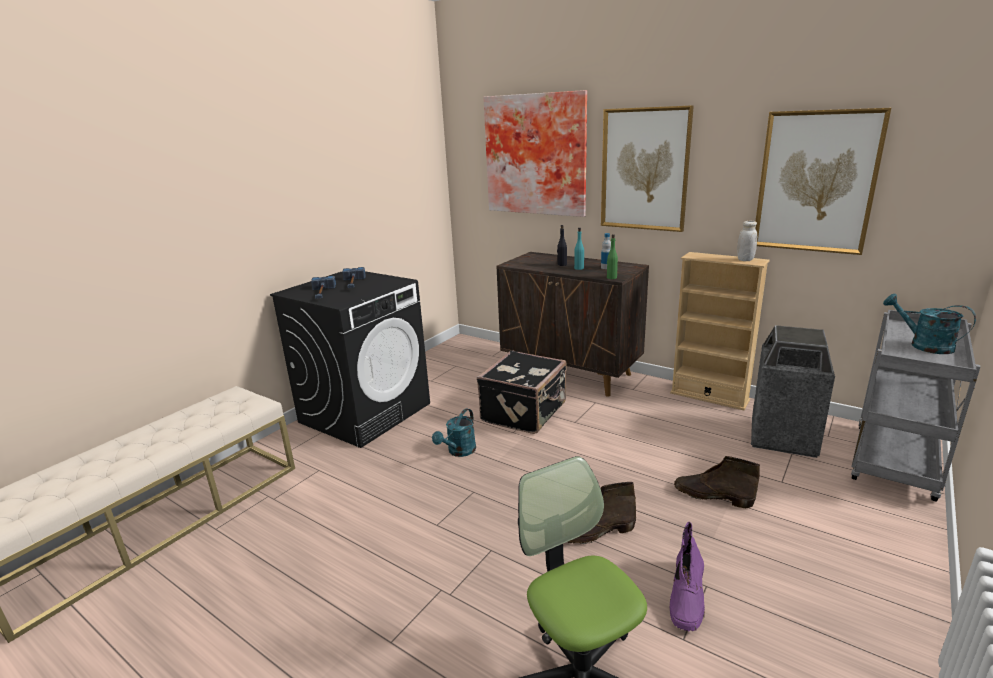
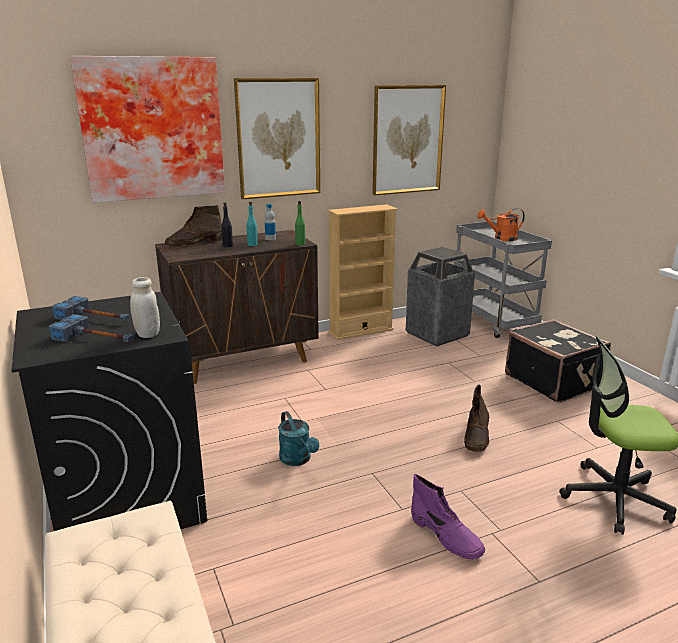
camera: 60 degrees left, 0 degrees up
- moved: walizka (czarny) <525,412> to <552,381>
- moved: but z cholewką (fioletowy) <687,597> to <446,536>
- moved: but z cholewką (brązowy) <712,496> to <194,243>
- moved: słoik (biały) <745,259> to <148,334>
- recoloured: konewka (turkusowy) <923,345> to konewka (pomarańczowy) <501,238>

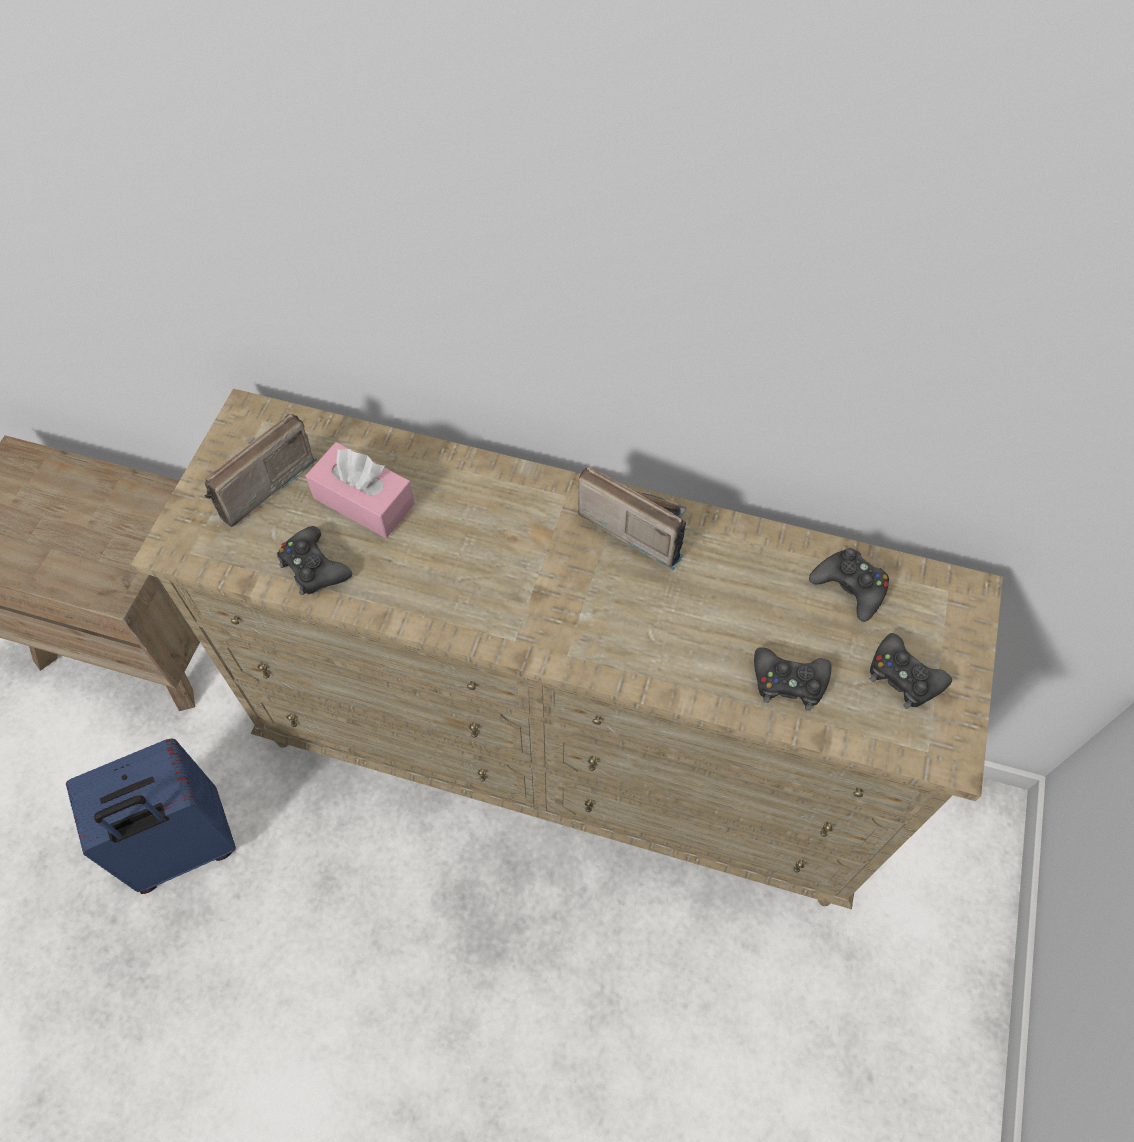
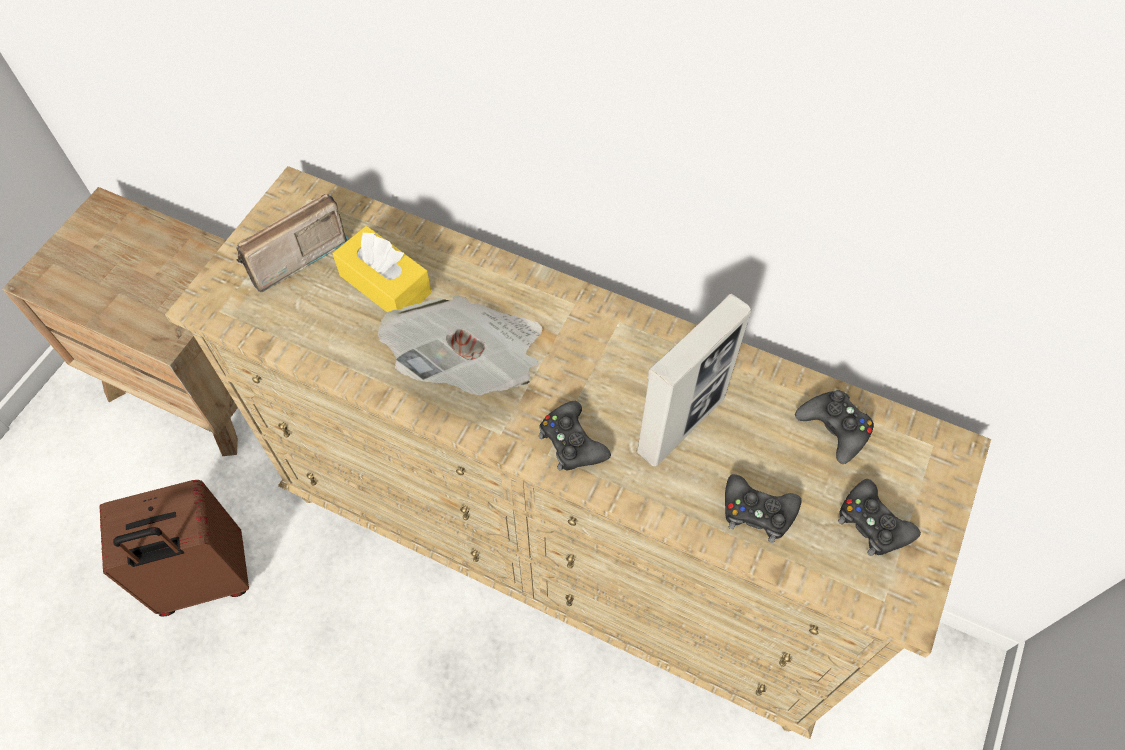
camera: 10 degrees right, 0 degrees up
- recoloured: walizka (niebieski) <183,848> to walizka (brązowy) <205,581>
- moved: pad do gier (czarny) <313,567> to <571,442>
- recoloured: pudełko chusteczek (różowy) <364,501> to pudełko chusteczek (żółty) <385,284>
- removed: radio <634,523>
- added: gazeta <472,363>
- added: ramka na zdjęcie <681,425>

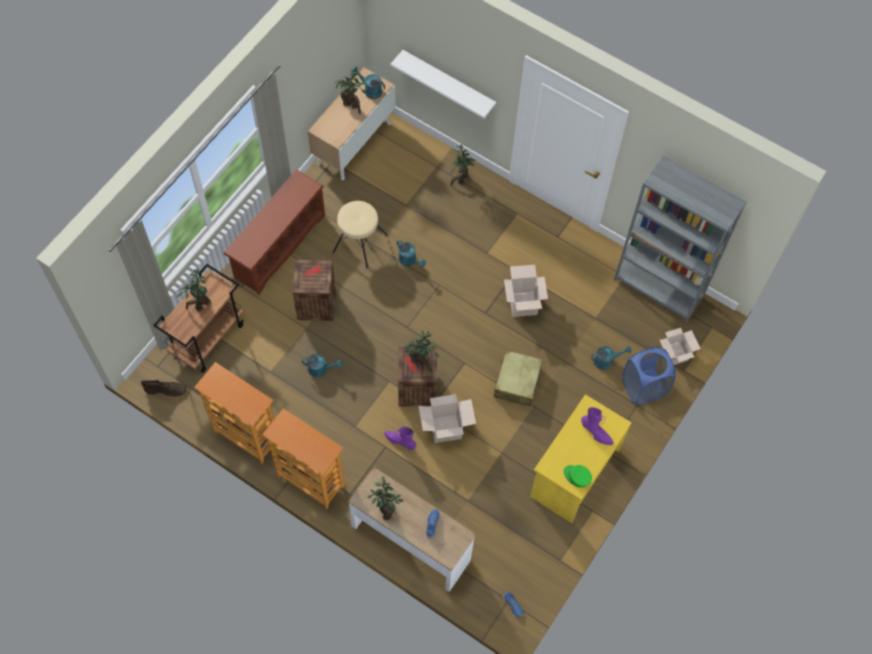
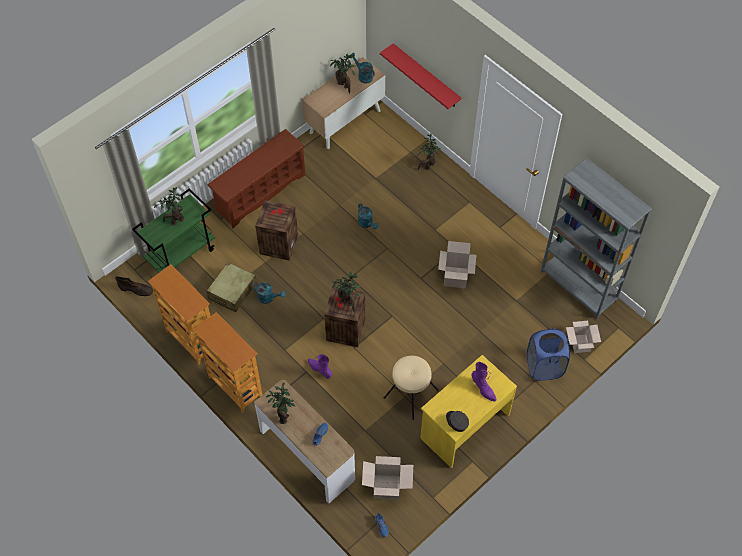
camera: 15 degrees right, 5 degrees down
- recoloured: wózek (brązowy) <207,338> to wózek (zielony) <181,254>
- moved: stołek (beżowy) <359,243> to <410,394>
- recoloured: półka (biały) <448,82> to półka (czerwony) <426,76>
- moved: karton <445,429> to <386,487>
- moved: walizka (beżowy) <517,382> to <232,291>
- recoloured: czapka z daszkiem (zielony) <577,477> to czapka z daszkiem (szary) <457,422>
- removed: konewka (turkusowy) <606,360>

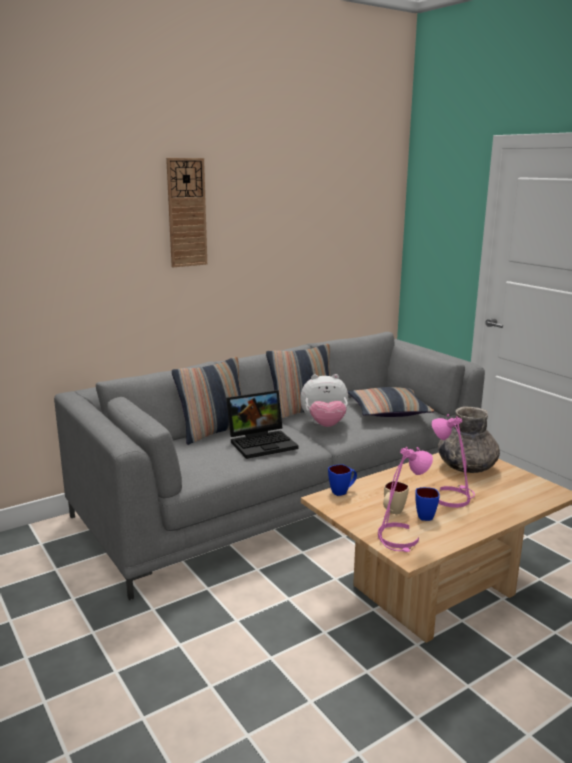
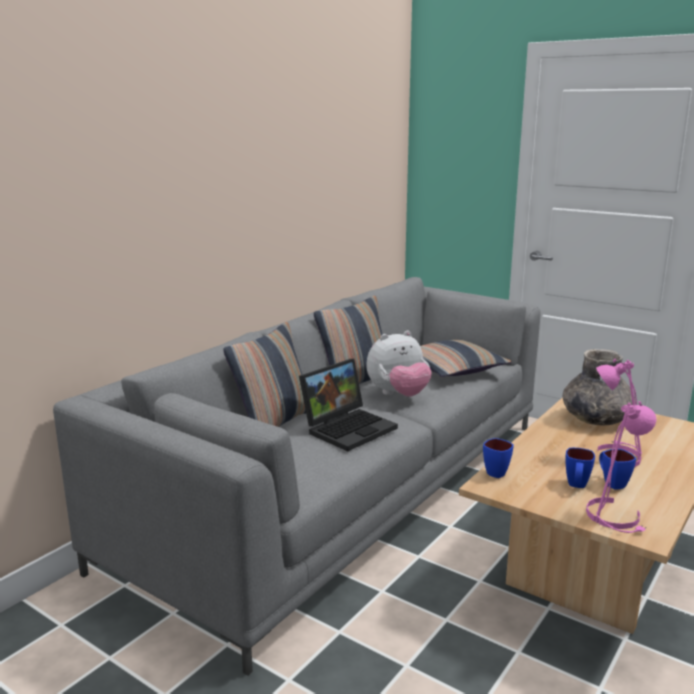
camera: 20 degrees left, 0 degrees up
- removed: zegar ścienny <186,213>
- recoloured: kubek (beżowy) <392,512> to kubek (niebieski) <576,486>

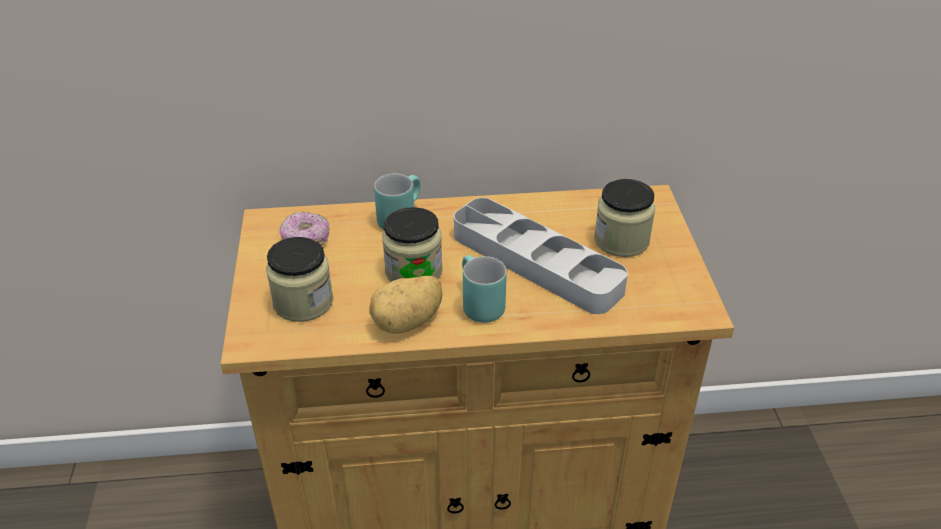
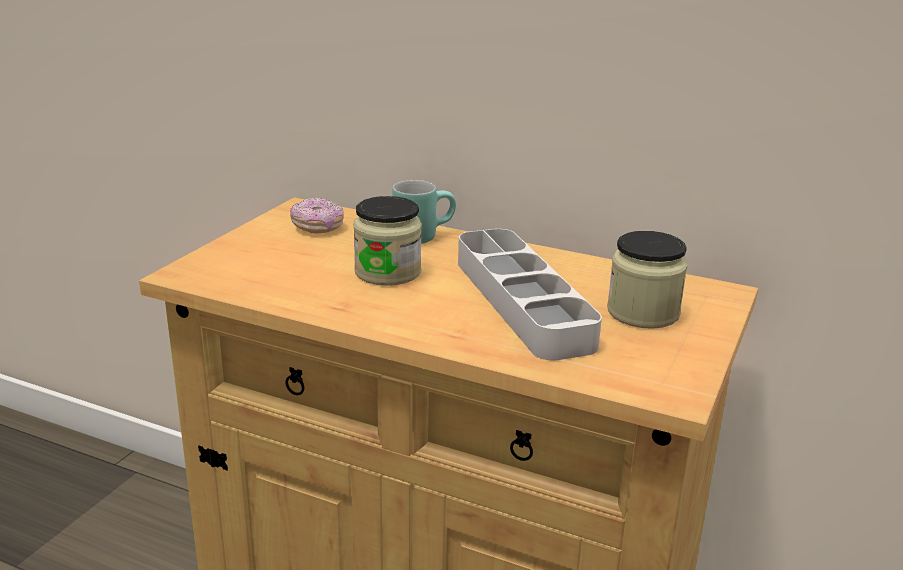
camera: 30 degrees right, 15 degrees down
- removed: słoik <303,302>
- removed: ziemniak <408,322>
- removed: kubek (turkusowy) <476,305>

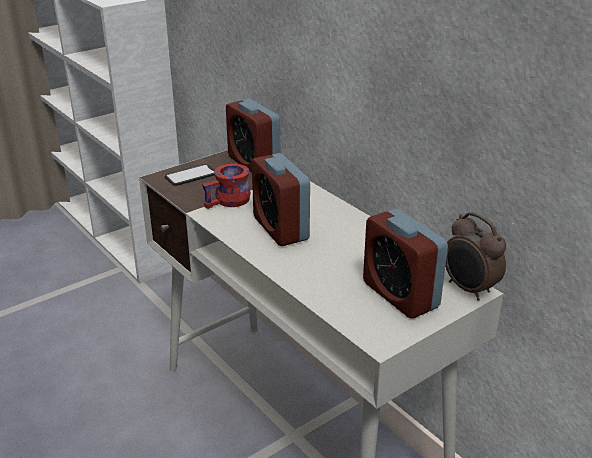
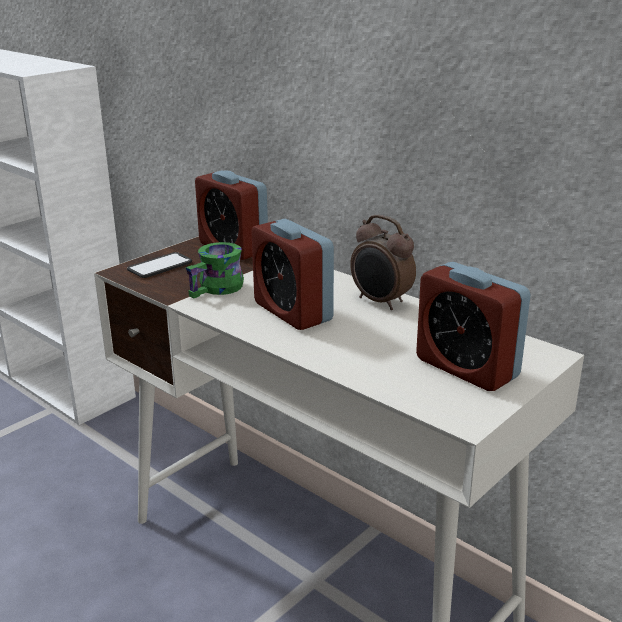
camera: 10 degrees left, 5 degrees down
- recoloured: kubek (czerwony) <229,202> to kubek (zielony) <218,289>
- moved: budzik <468,289> to <380,302>

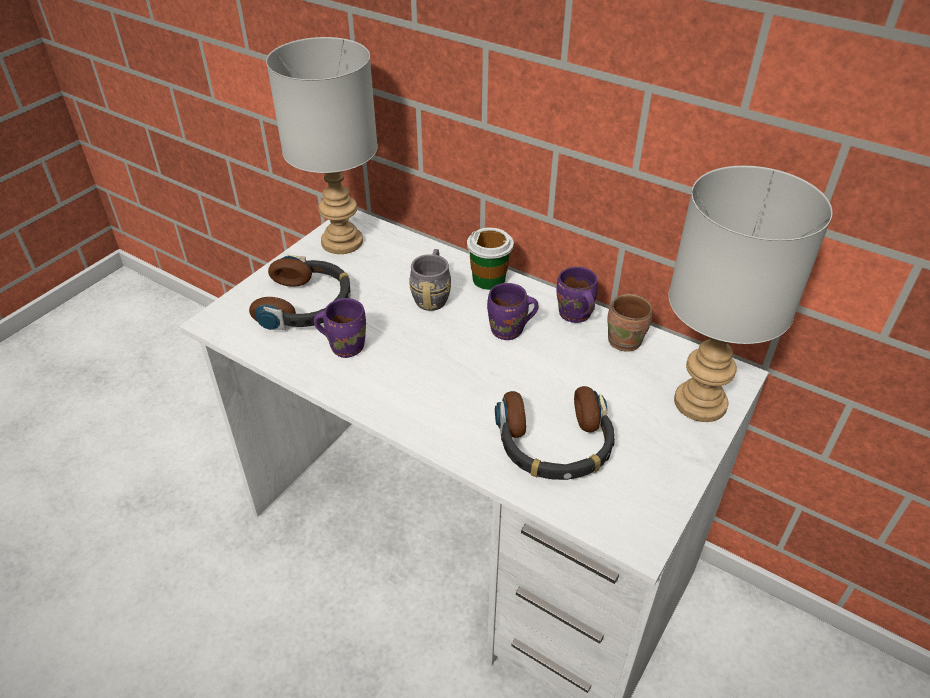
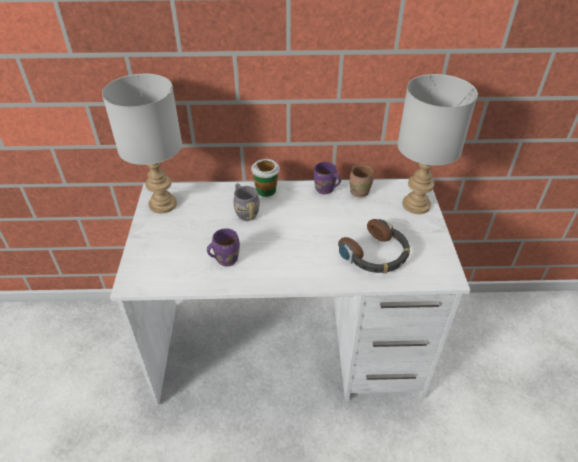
camera: 35 degrees left, 0 degrees up
- removed: słuchawki <306,304>
- removed: kubek (fioletowy) <509,331>

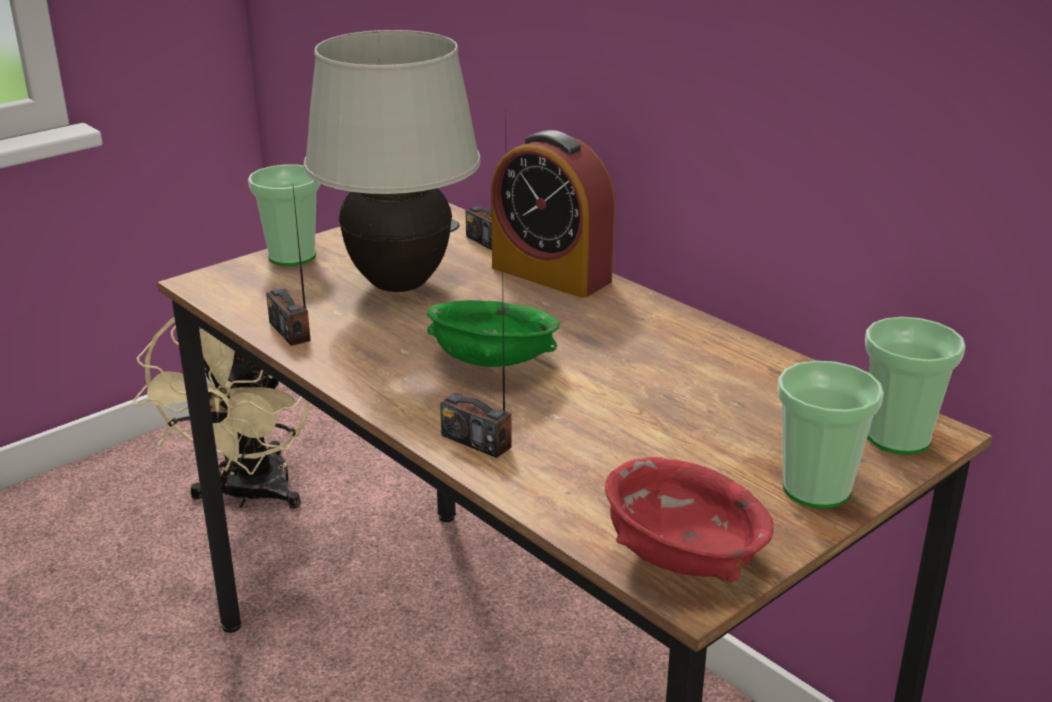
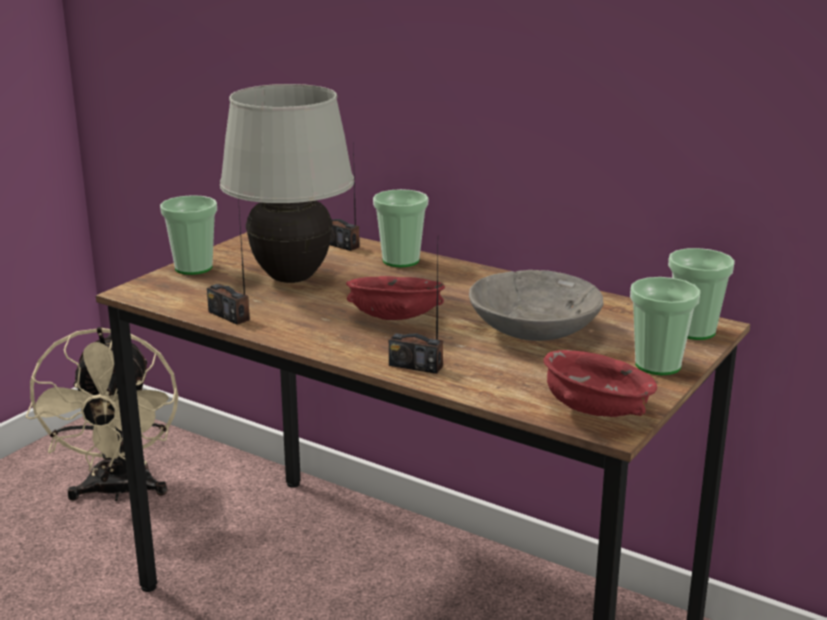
camera: 15 degrees left, 5 degrees down
- recoloured: miska (zielony) <493,363> to miska (czerwony) <396,319>
- replaced: budzik <551,274> to filiżanka <401,261>
- added: miska (szary) <534,331>

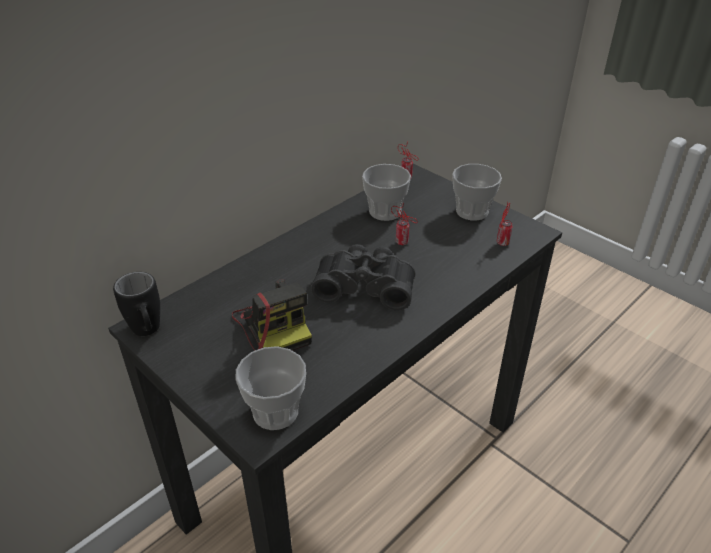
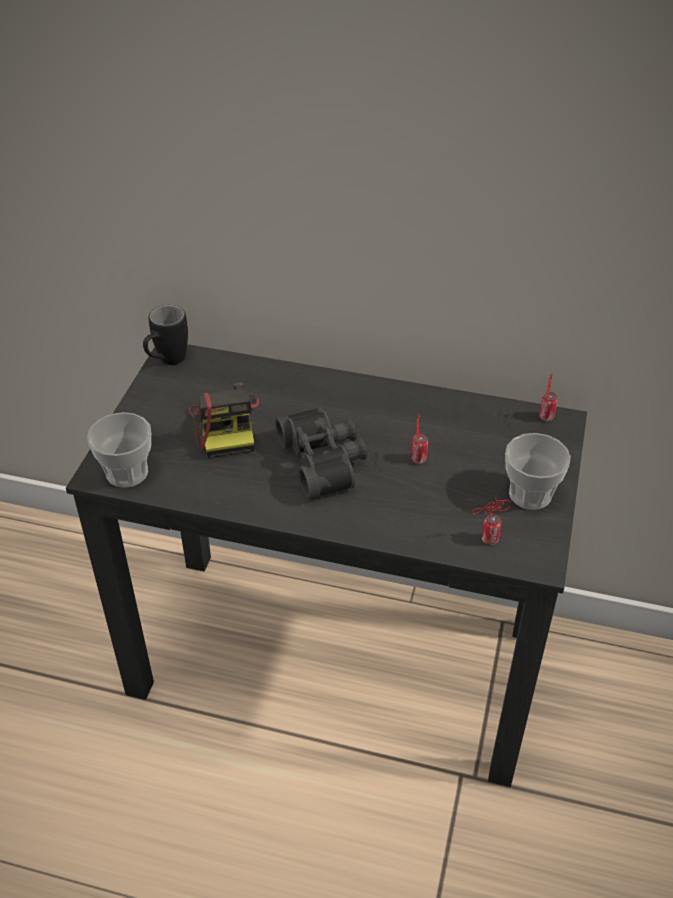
camera: 60 degrees right, 5 degrees up
- turned: aparat fotograficzny <274,325> = <226,426> 45 degrees counterclockwise
- removed: filiżanka <385,212>

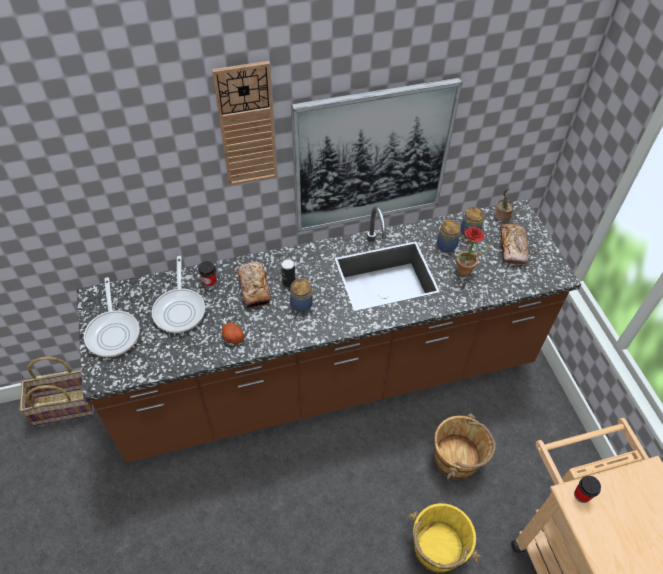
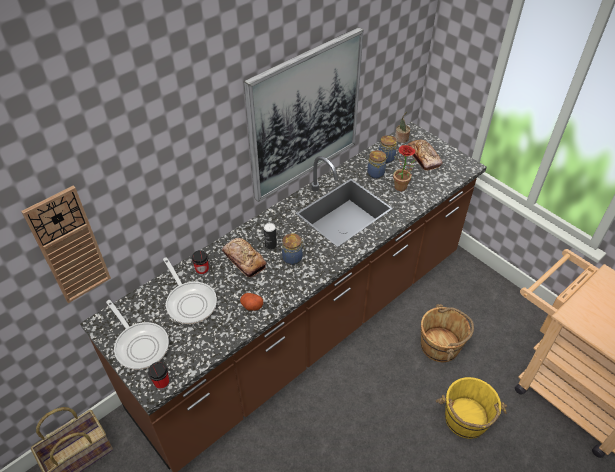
camera: 25 degrees left, 5 degrees down
- moved: zegar ścienny <247,126> to <69,246>
- moved: filiżanka <582,495> to <162,383>

